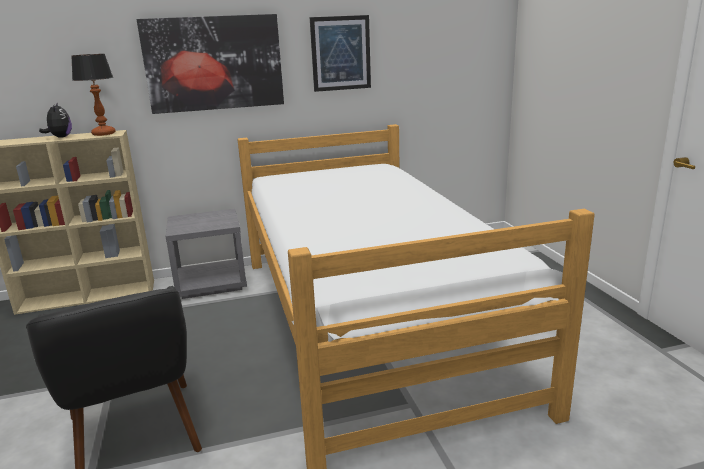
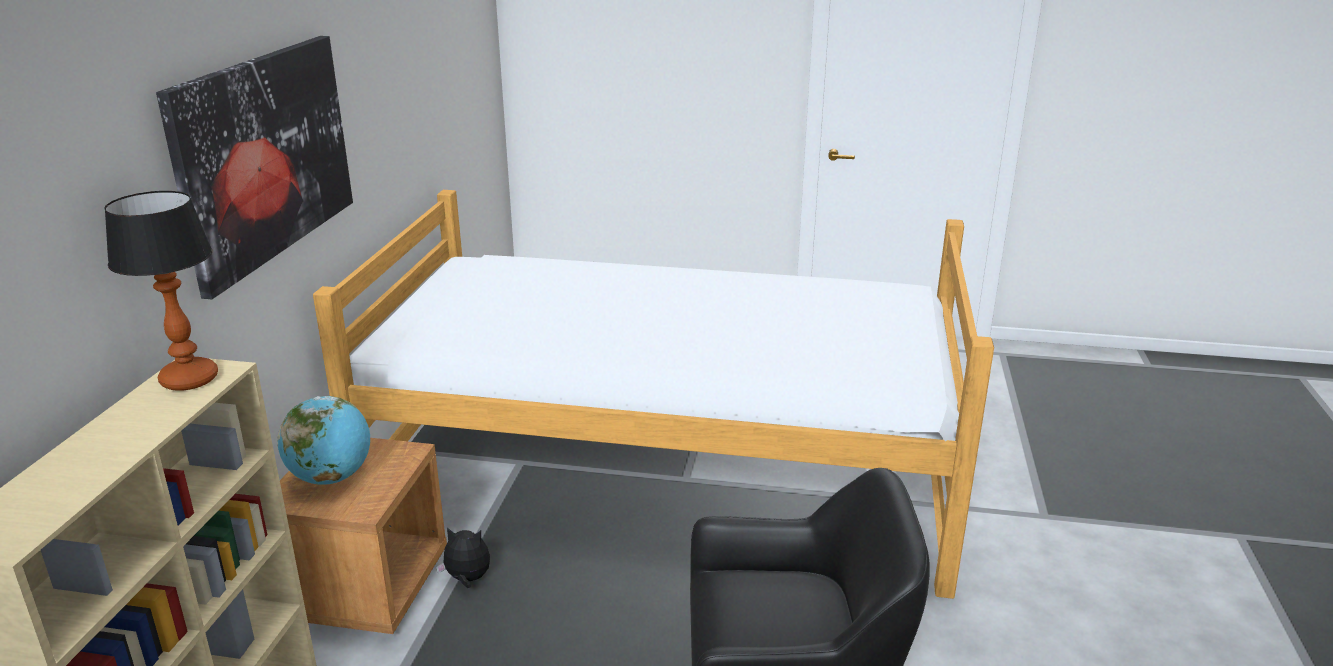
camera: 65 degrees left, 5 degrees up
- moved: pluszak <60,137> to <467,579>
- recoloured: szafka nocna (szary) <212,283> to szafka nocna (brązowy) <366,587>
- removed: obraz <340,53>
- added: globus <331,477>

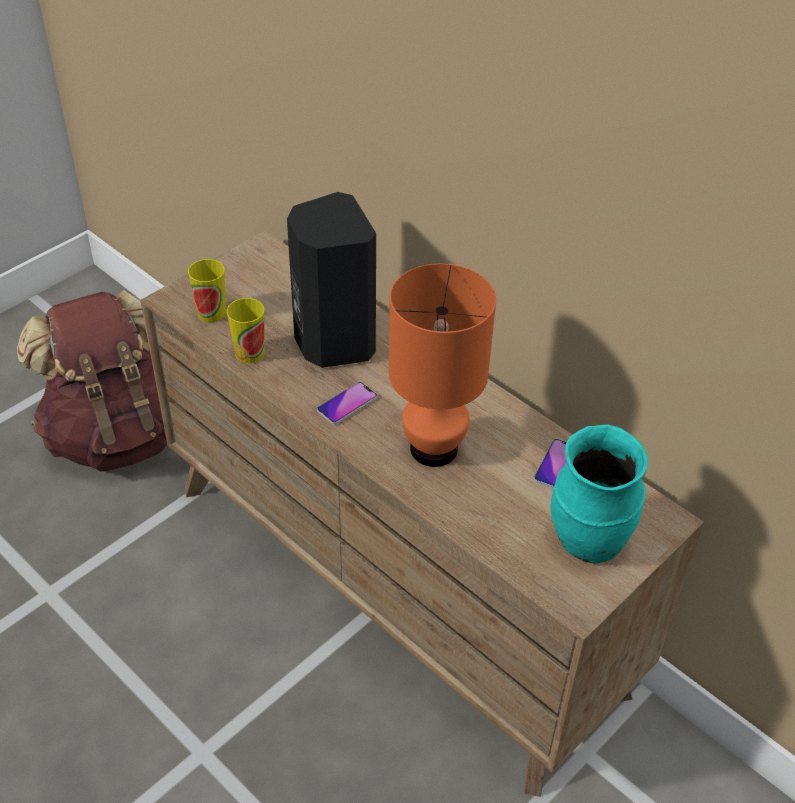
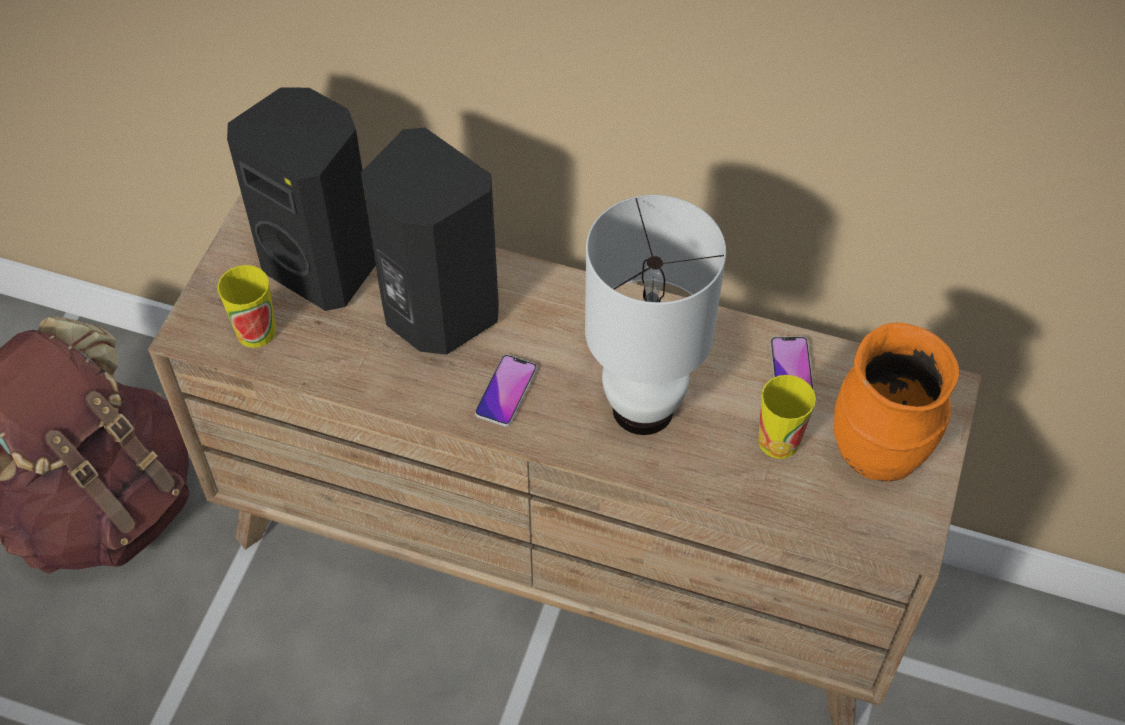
camera: 25 degrees left, 10 degrees up
- moved: filiżanka <249,353> to <778,441>
- recoloured: lampa stołowa (pomarańczowy) <432,448> to lampa stołowa (biały) <641,409>
- recoloured: wazon (turkusowy) <589,542> to wazon (pomarańczowy) <878,454>
- added: głośnik (czarny) <324,265>

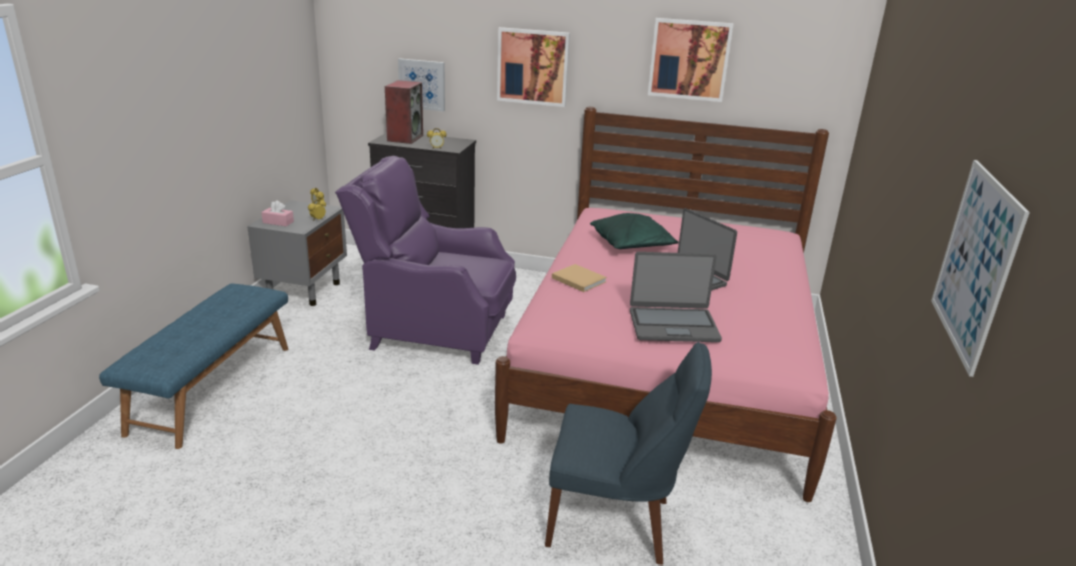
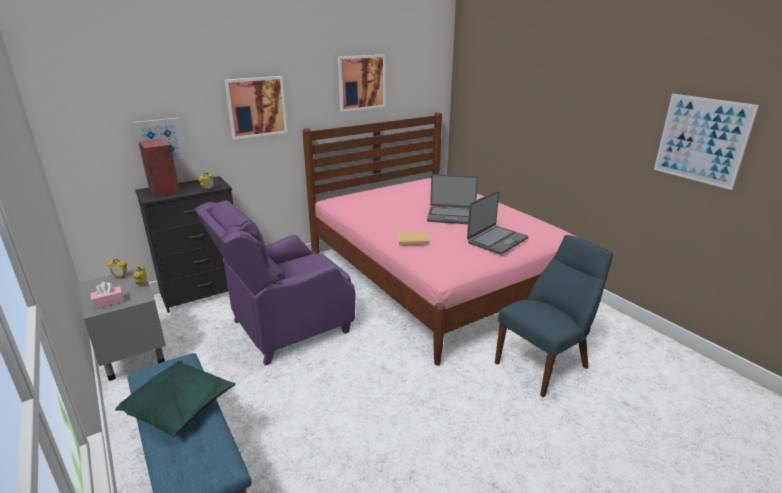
camera: 45 degrees left, 0 degrees up
- moved: poduszka (zielony) <632,245> to <180,407>

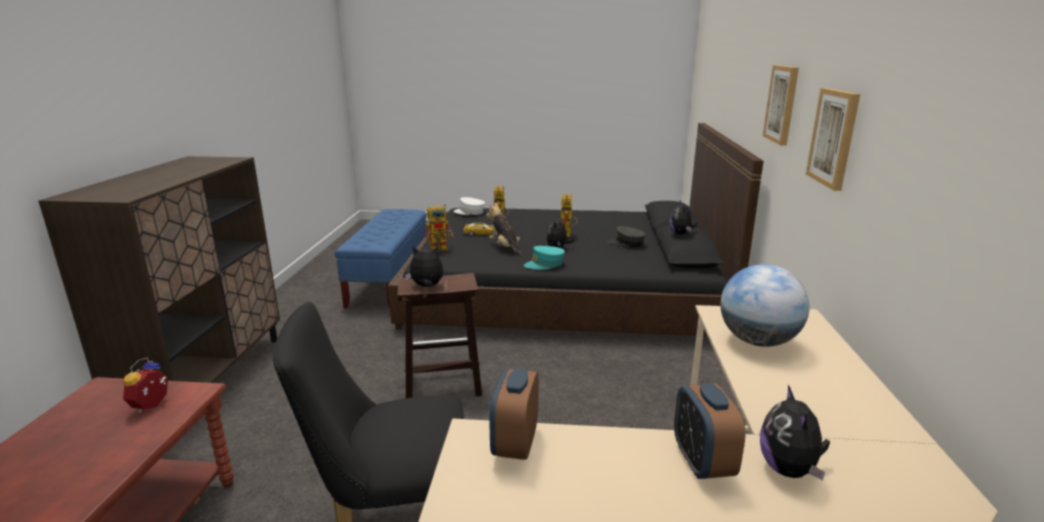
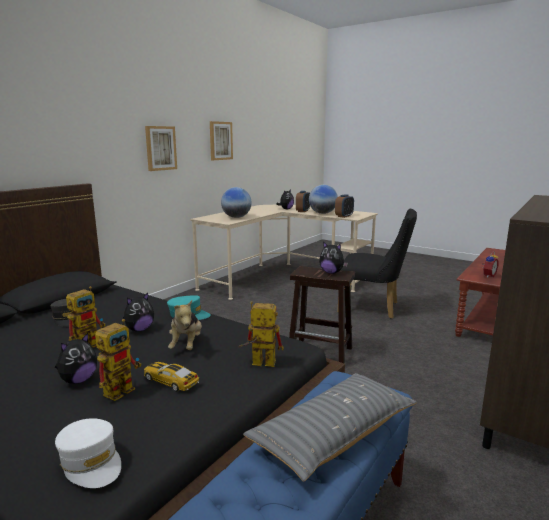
camera: 150 degrees left, 5 degrees down
- moved: pluszak <681,234> to <78,380>
- moved: obraz <782,104> to <220,141>
- added: poduszka (szary) <334,434>
- added: globus <322,213>

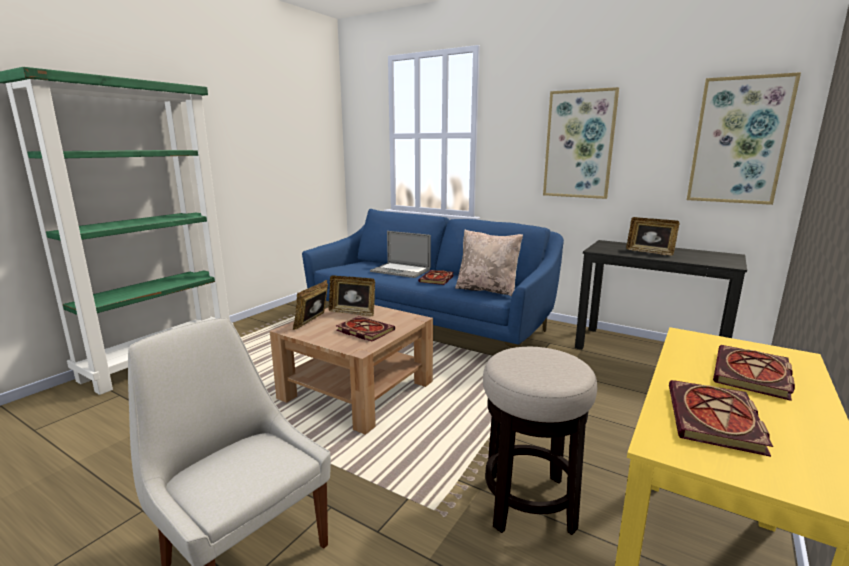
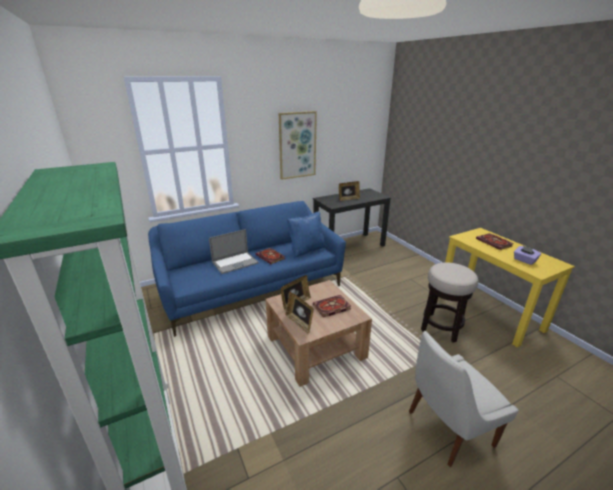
camera: 60 degrees left, 10 degrees up
- recoloured: poduszka (beżowy) <487,290> to poduszka (niebieski) <306,250>
- replaced: książka <716,421> to pudełko chusteczek (fioletowy) <524,260>
- removed: obraz <739,141>

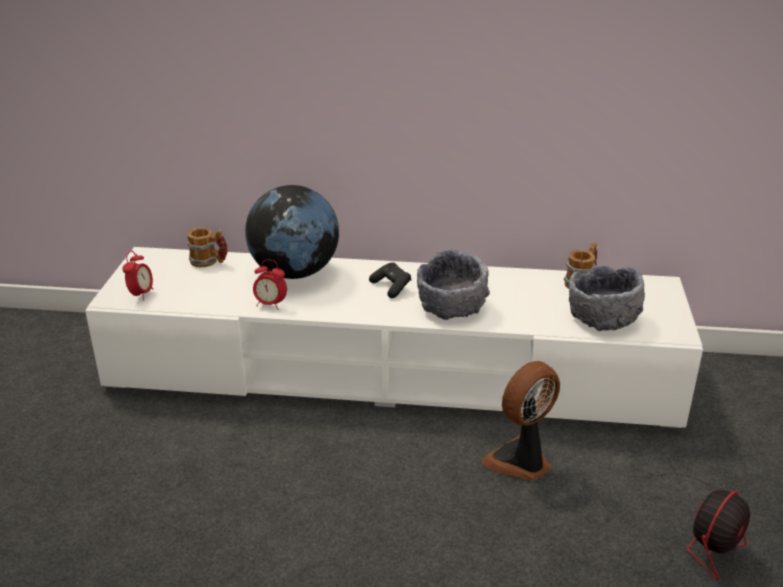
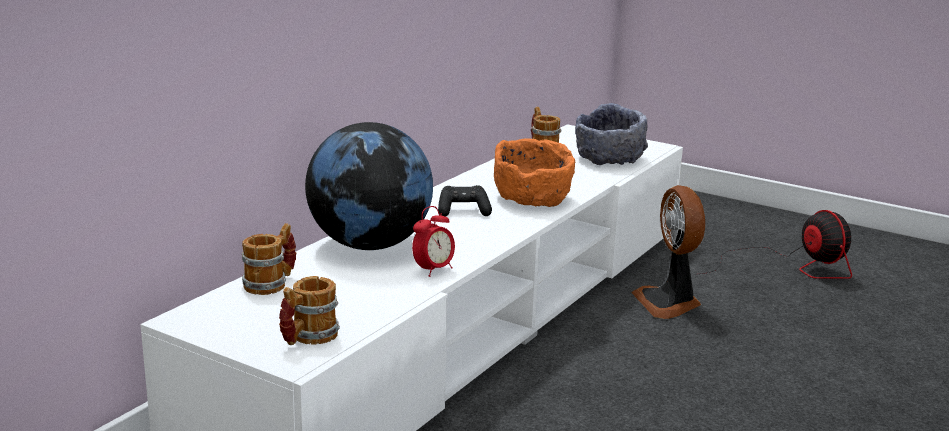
camera: 65 degrees left, 10 degrees down
- replaced: budzik <141,294> to kubek <307,338>
- recoloured: miska (szary) <452,306> to miska (pomarańczowy) <532,198>

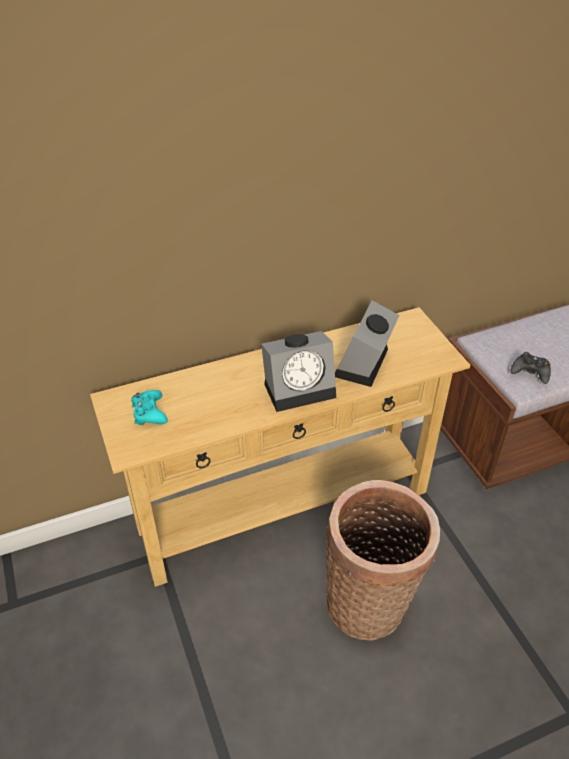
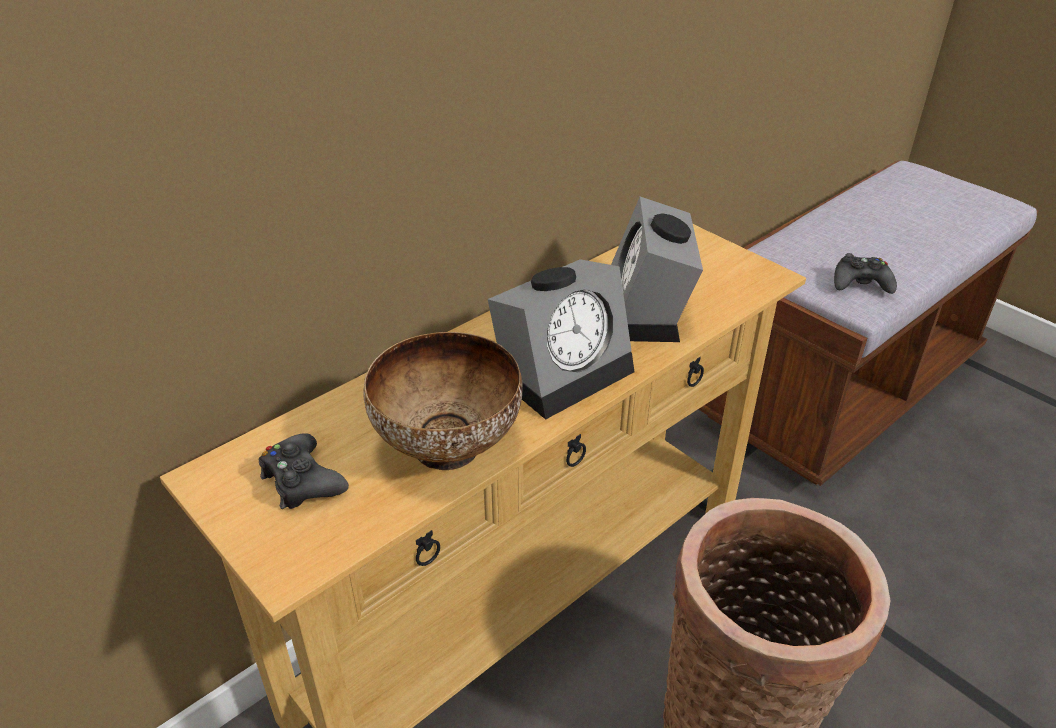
camera: 20 degrees left, 5 degrees down
- recoloured: pad do gier (turkusowy) <149,413> to pad do gier (czarny) <302,481>
- added: miska <448,449>

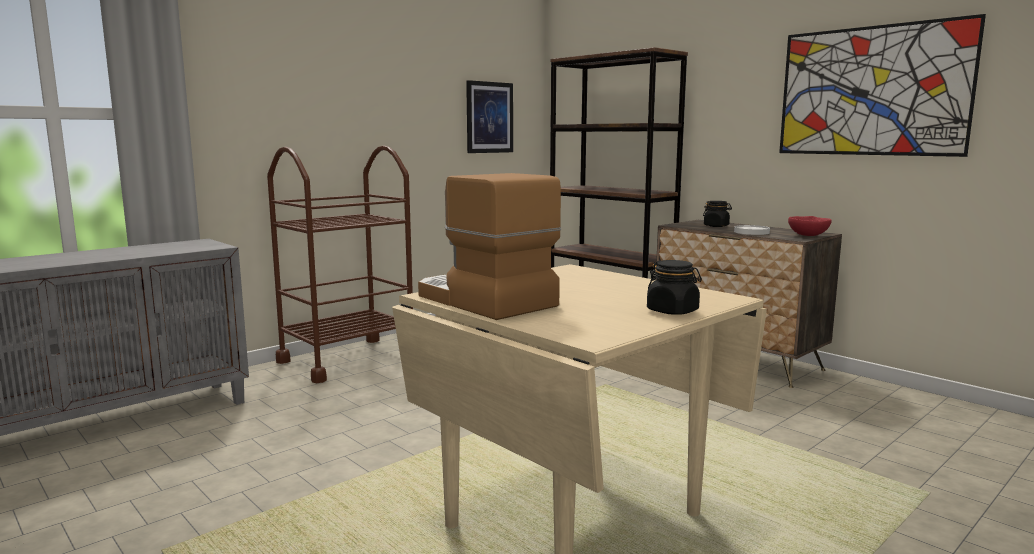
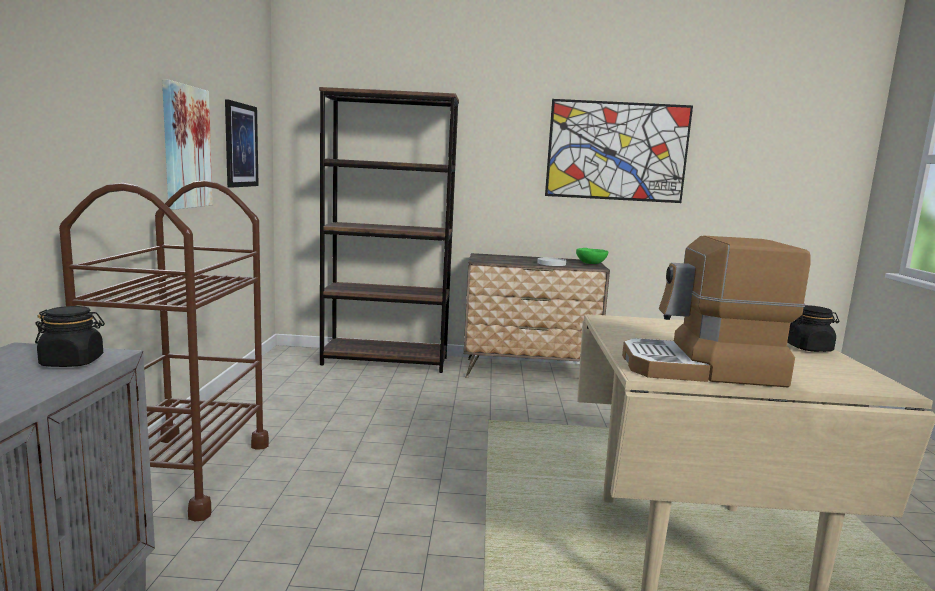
camera: 45 degrees left, 0 degrees up
- moved: słoik (czarny) <716,226> to <72,362>
- recoloured: miska (czerwony) <808,235> to miska (zielony) <591,264>
- added: obraz <185,147>

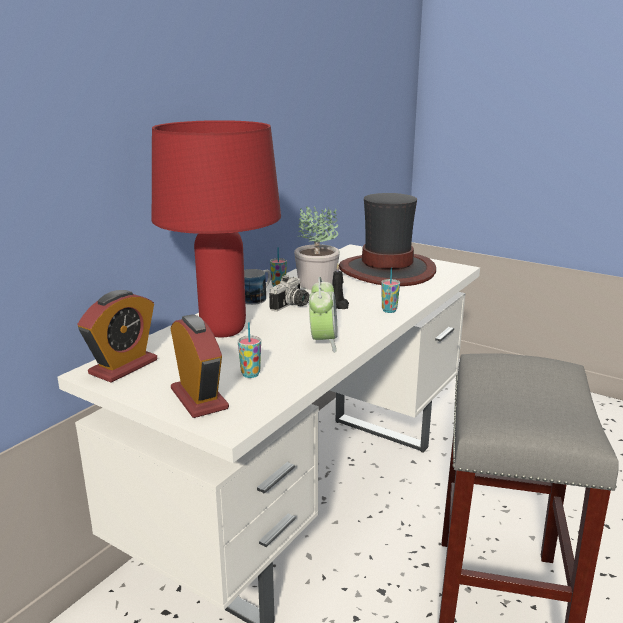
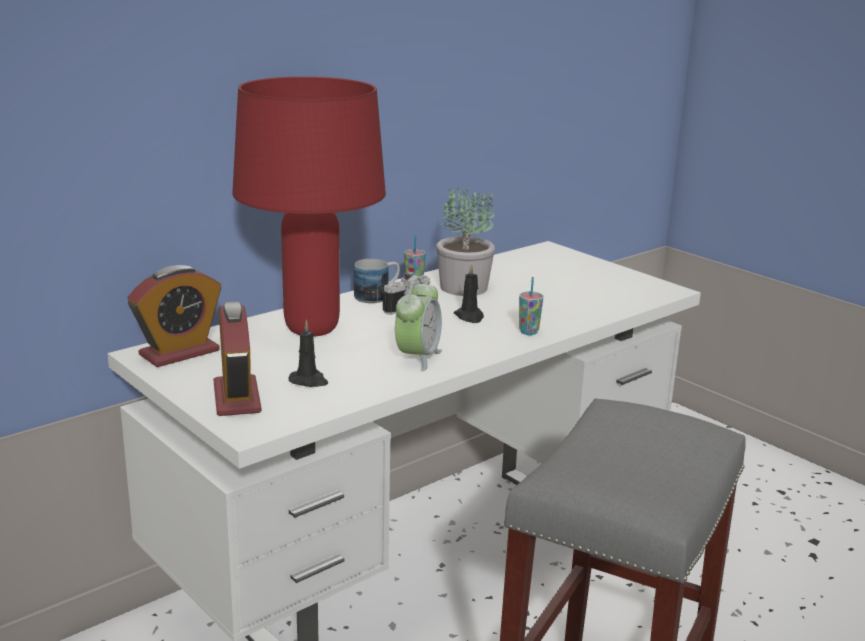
camera: 15 degrees right, 0 degrees up
- replaced: filiżanka <250,374> to świeca (czarny) <309,381>
- removed: kapelusz <387,270>

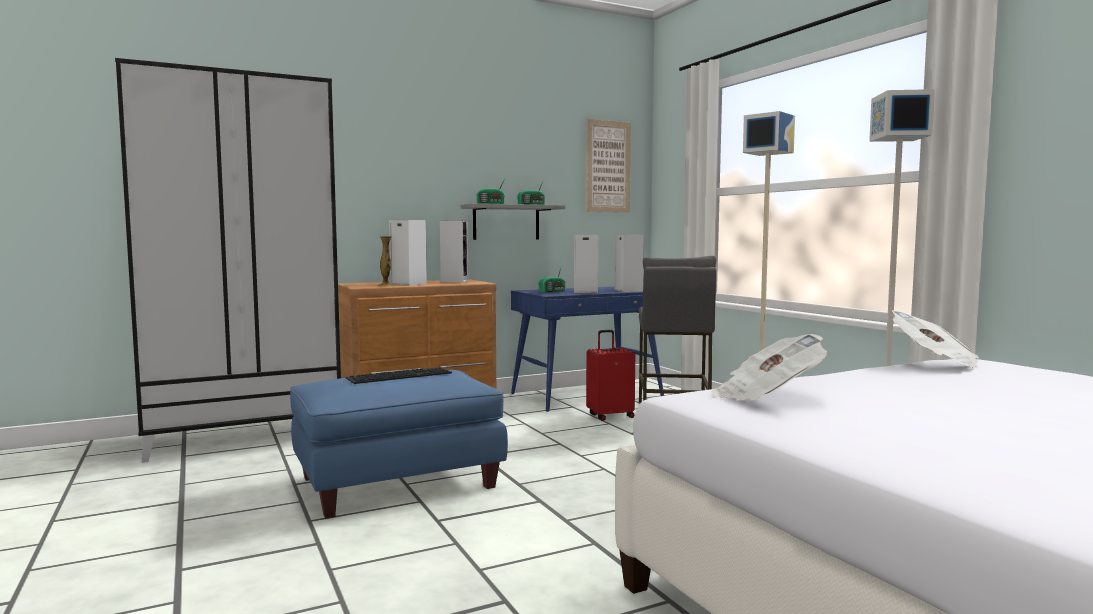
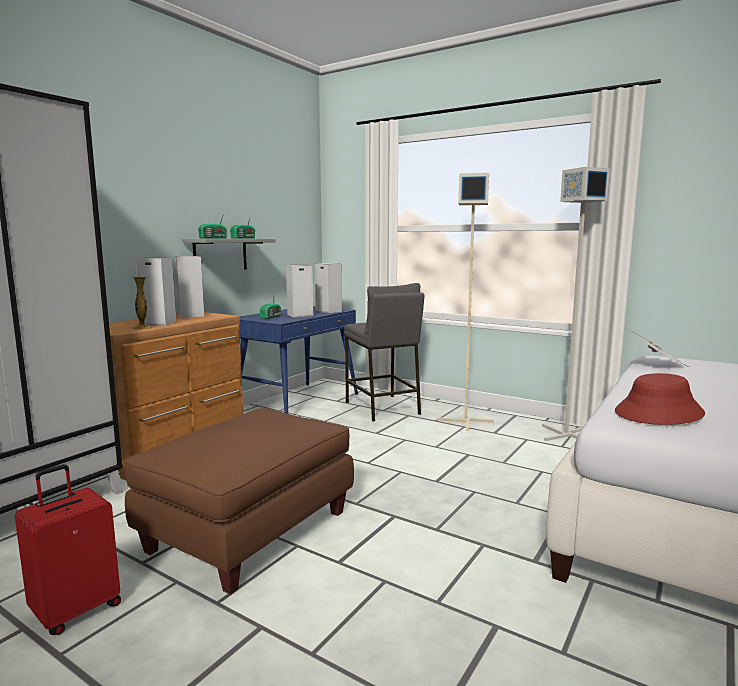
camera: 30 degrees left, 5 degrees up
- recoloured: pufa (niebieski) <398,482> to pufa (brązowy) <249,530>
- removed: klawiatura <400,375>
- removed: obraz <608,166>
- moved: walizka (czerwony) <610,416> to <76,610>
- replaced: gazeta <766,396> to kapelusz (czerwony) <659,413>

